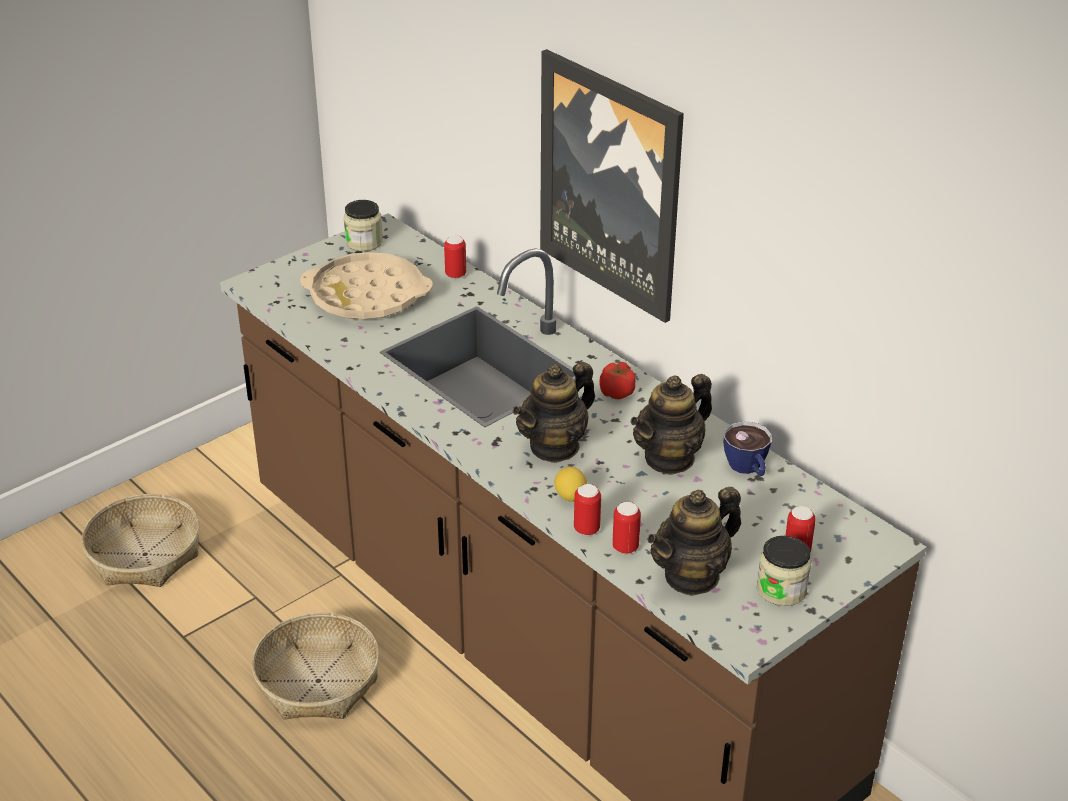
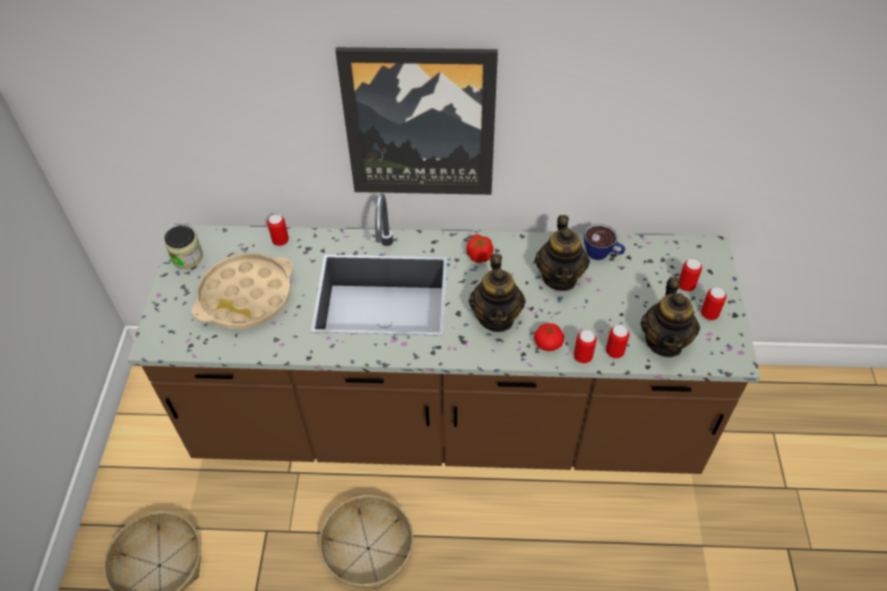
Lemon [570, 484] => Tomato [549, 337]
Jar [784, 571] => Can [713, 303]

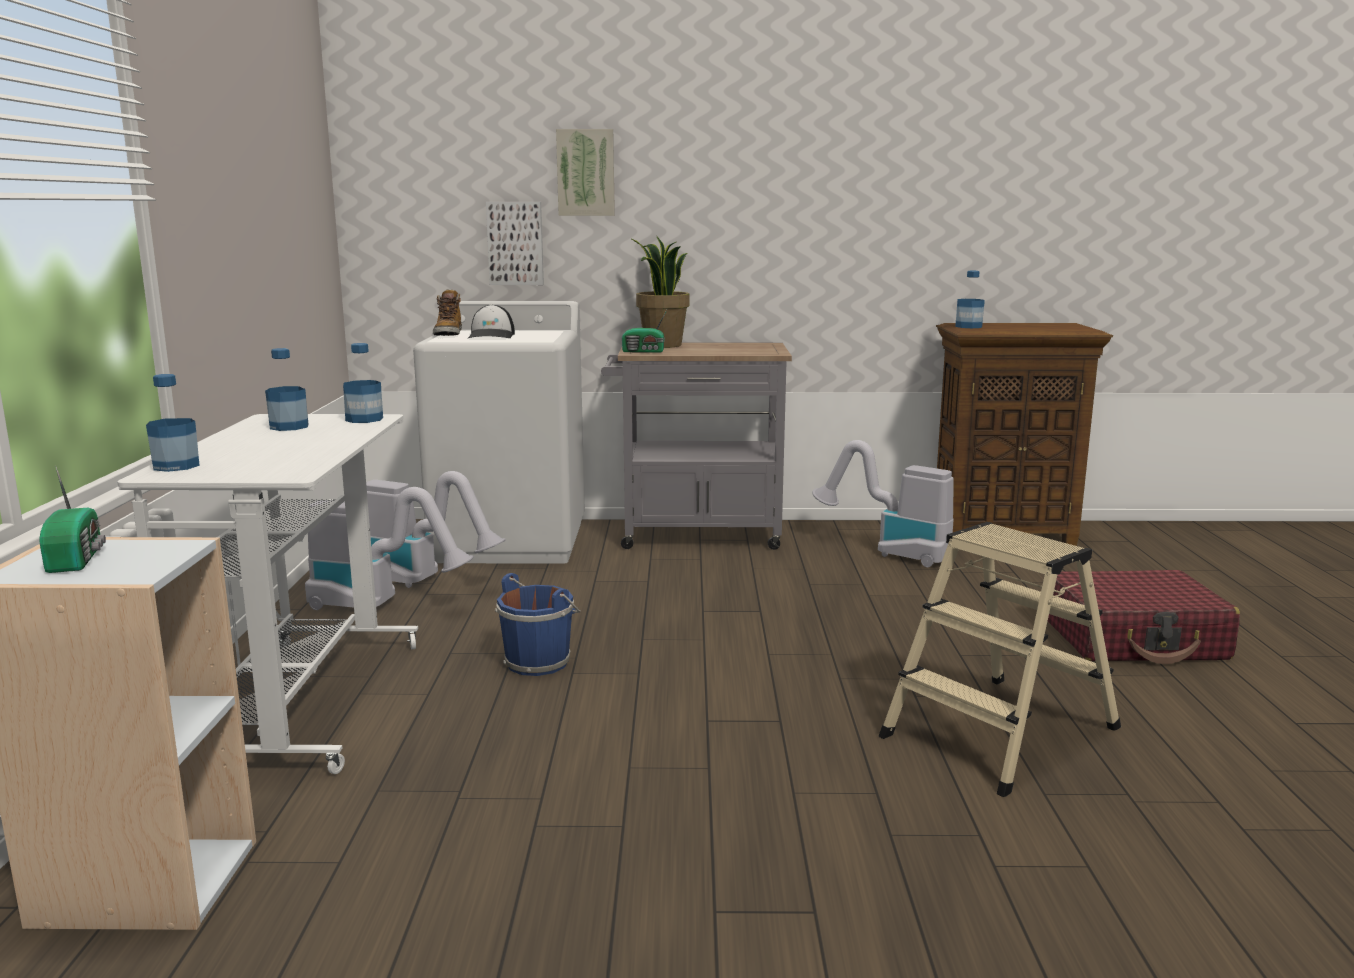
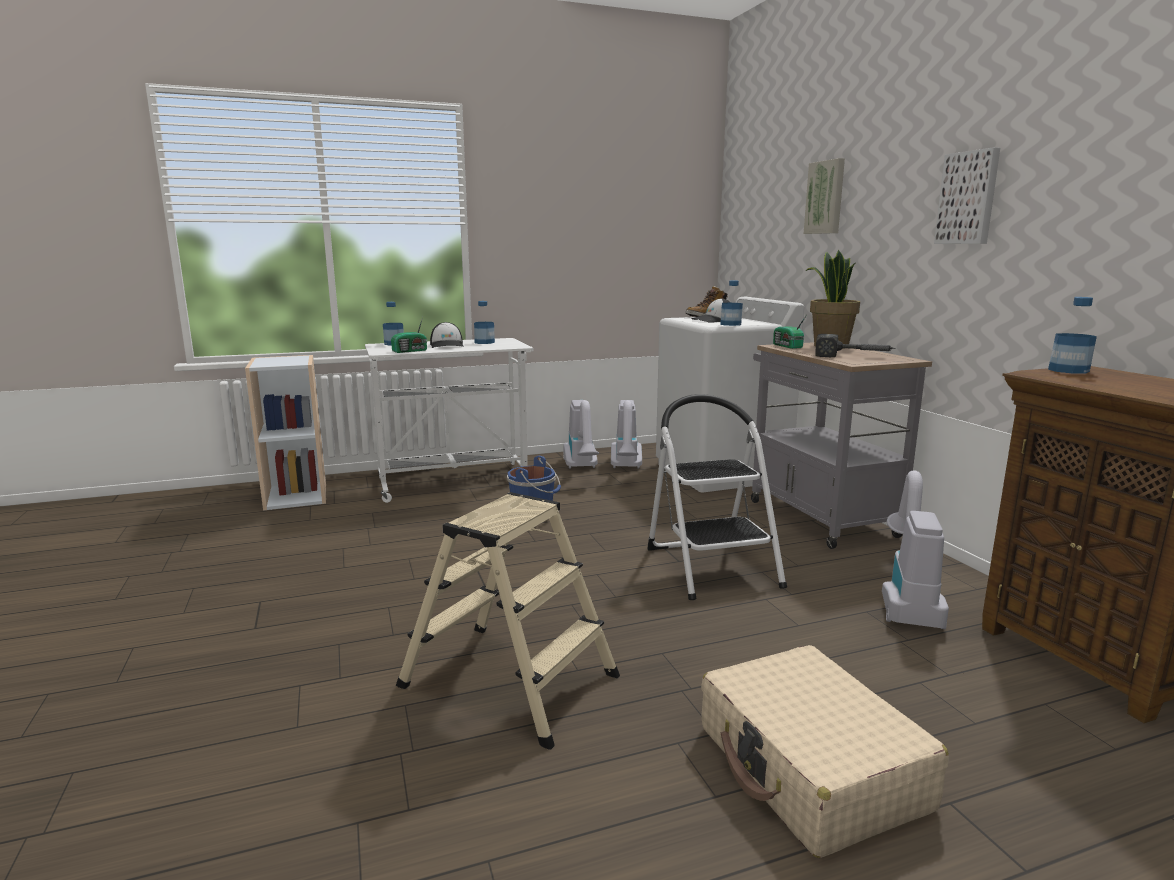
nothing => Cap [447, 335]
nothing => StepLadder [717, 497]
nothing => Hammer [855, 345]
Radio [72, 519] => Radio [409, 335], relocated
Bottle [363, 383] => Bottle [731, 303], relocated
Picture [515, 243] => Picture [967, 195], relocated
RedSuitcase [1144, 617] => BeigeSuitcase [825, 751]

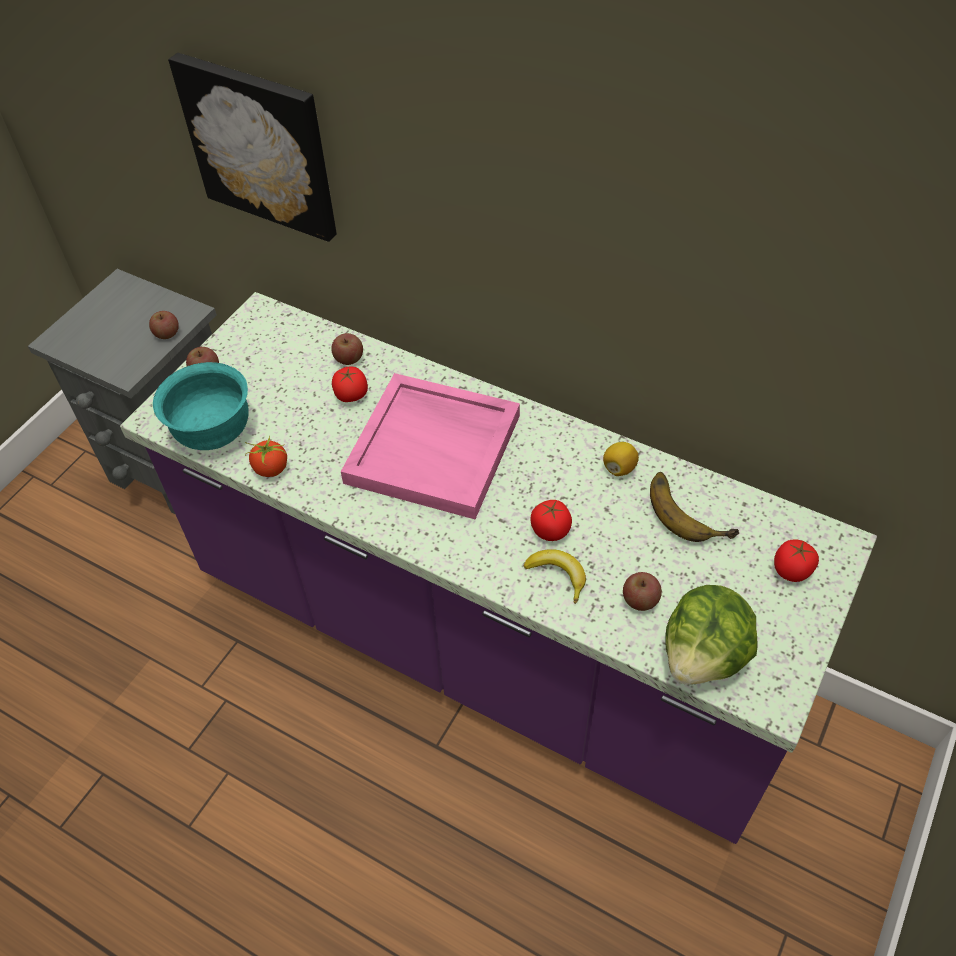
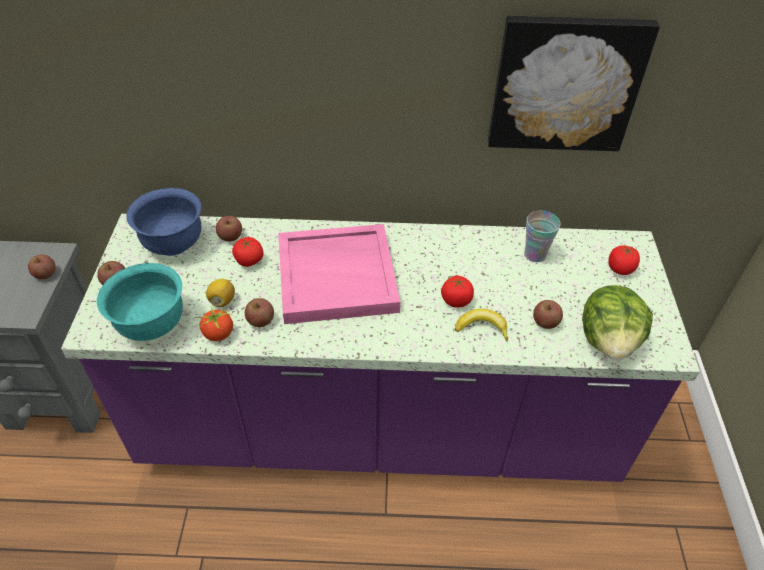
nothing => BlueBowl [163, 222]
nothing => Apple [259, 312]
Picture [252, 147] => Picture [574, 83], relocated
Lemon [621, 459] => Lemon [220, 293], relocated
Banana [694, 507] => Cup [542, 236]

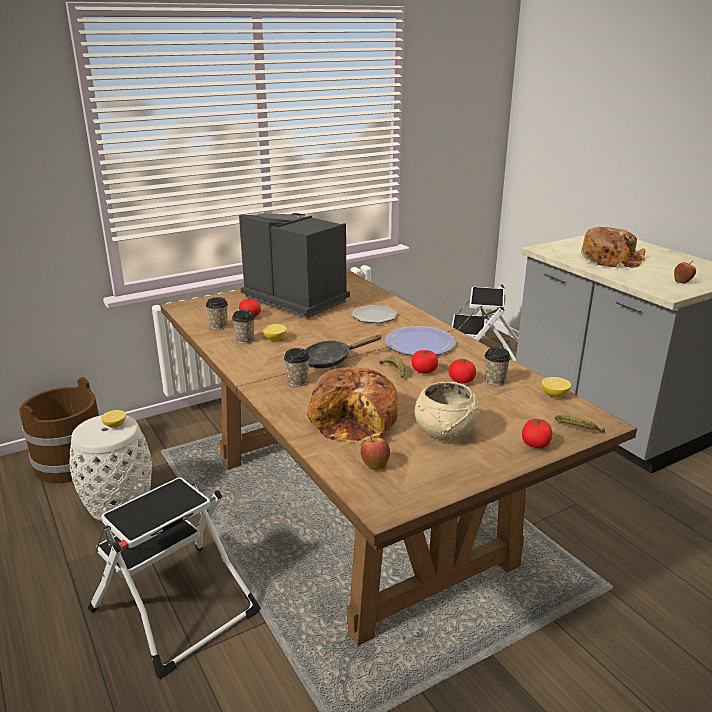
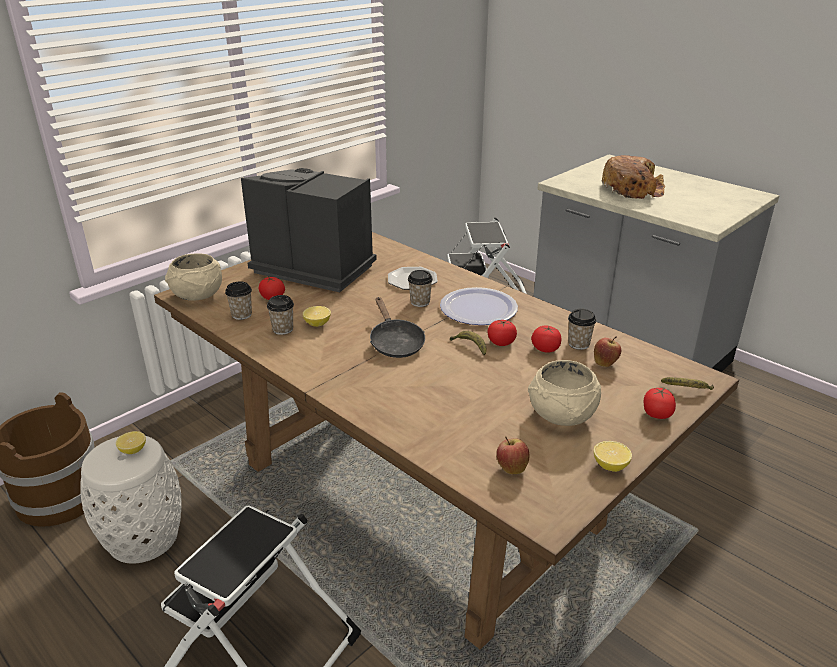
Bread [352, 405] => nothing
nothing => BeigeBowl [193, 277]
Cup [297, 367] => Cup [420, 288], relocated
Lemon [556, 387] => Lemon [613, 456], relocated
Apple [685, 272] => Apple [607, 352], relocated
BlackFryingPan [343, 351] => BlackFryingPan [397, 327], 75 degrees counterclockwise

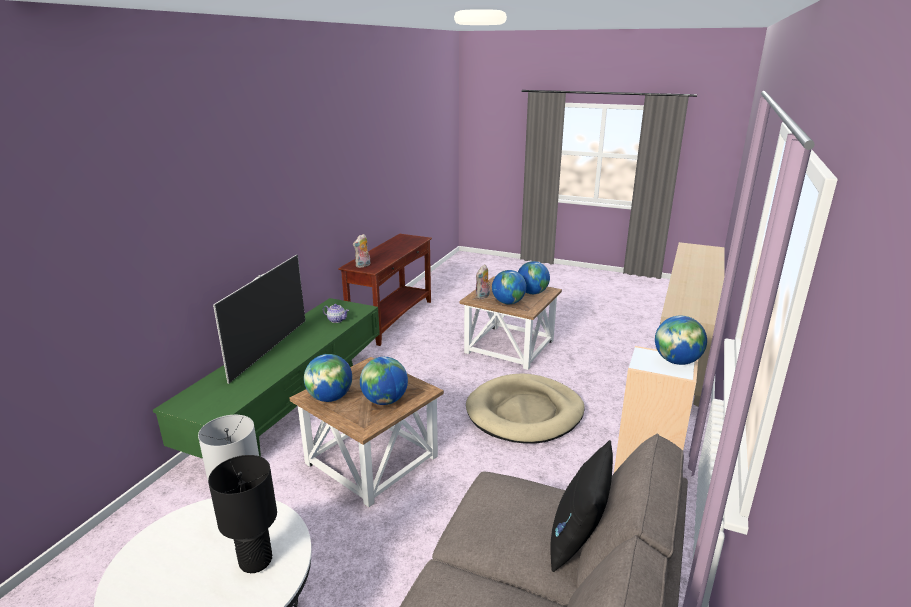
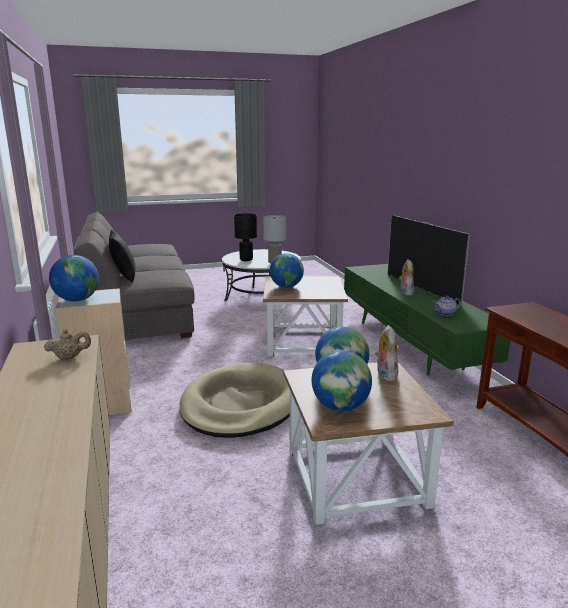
Globe [328, 378] => nothing
nothing => BeigeTeapot [67, 344]
PlushToy [362, 251] => PlushToy [406, 277], relocated

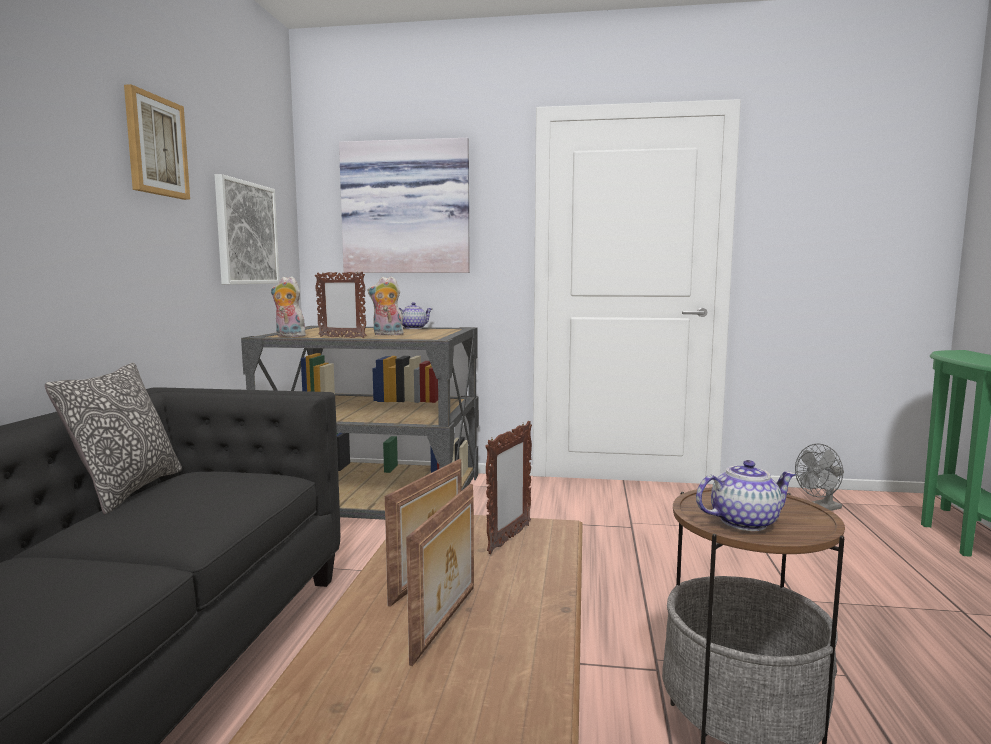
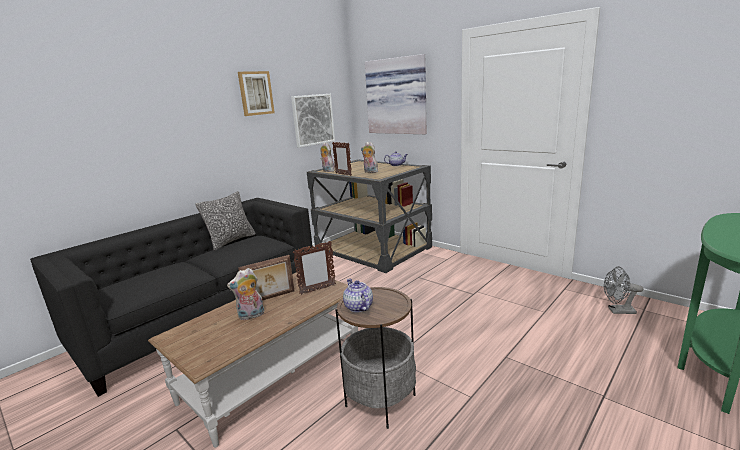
PictureFrame [440, 575] => PlushToy [245, 294]
Teapot [746, 495] => Teapot [358, 296], 135 degrees counterclockwise

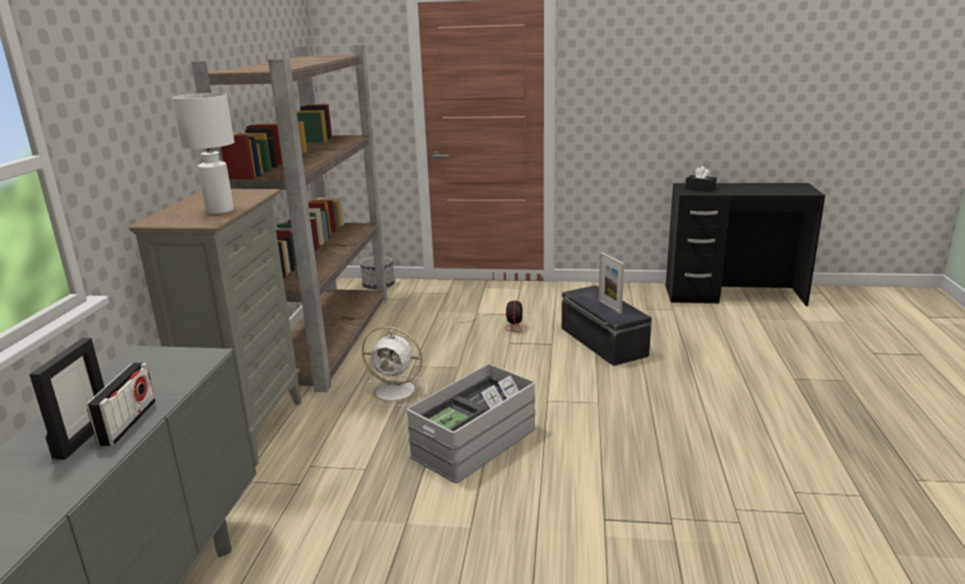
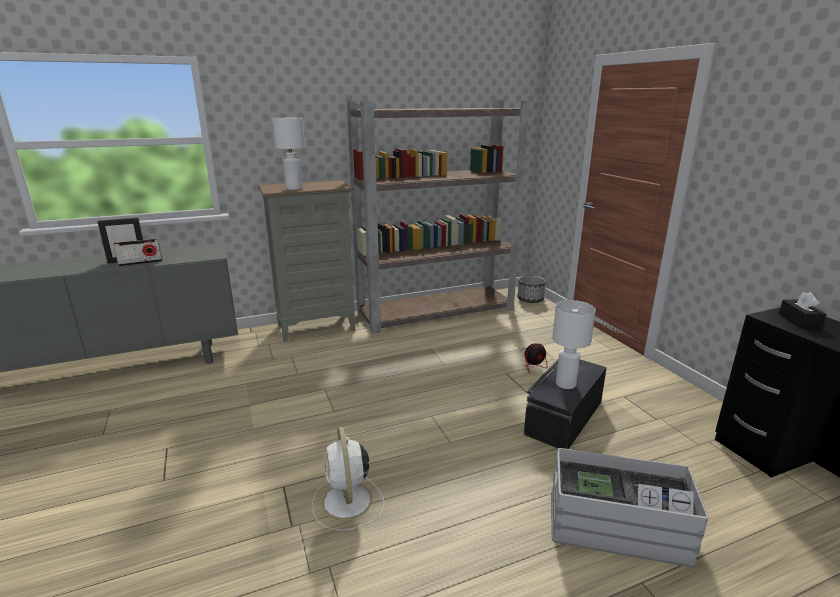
WhiteFan [394, 366] => WhiteFan [348, 478], relocated
GreyStorageBox [471, 423] => GreyStorageBox [629, 508], relocated
PictureFrame [611, 283] => WhiteTableLamp [574, 344]

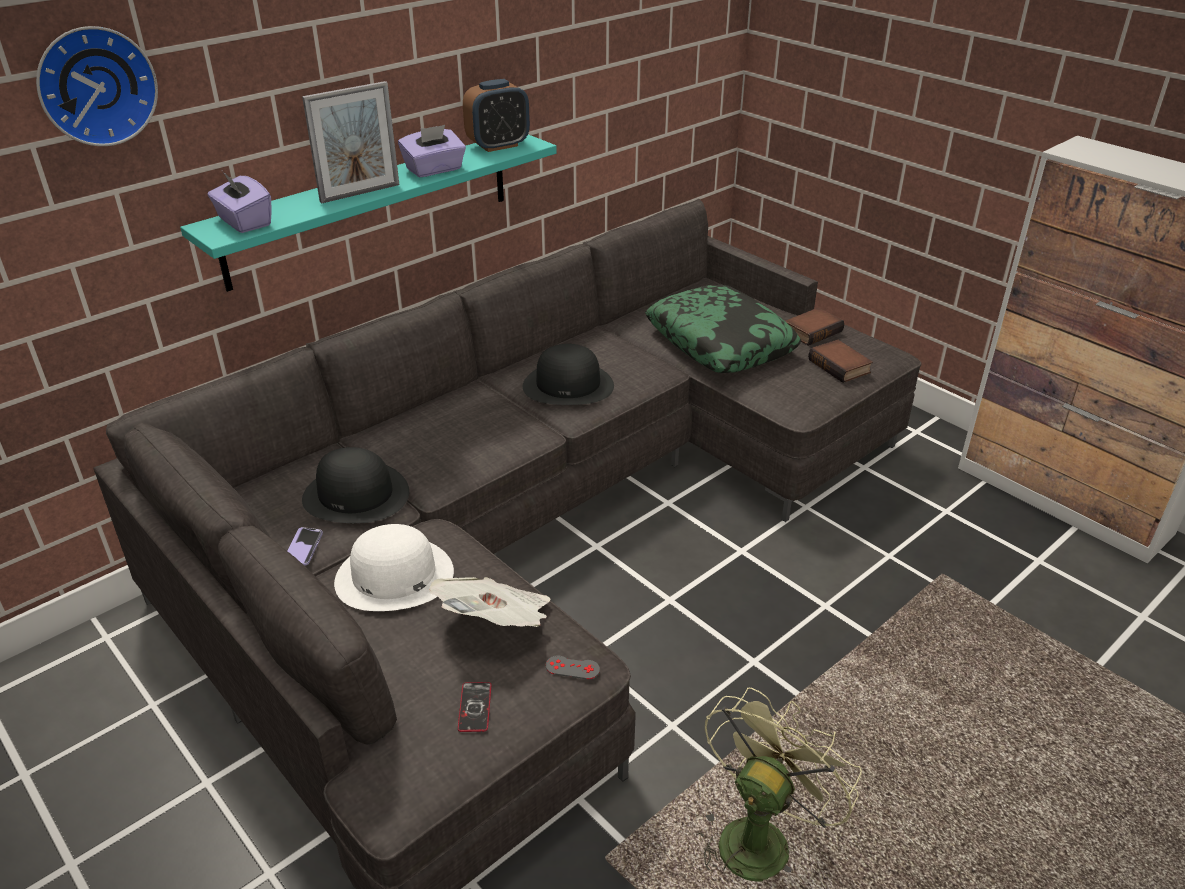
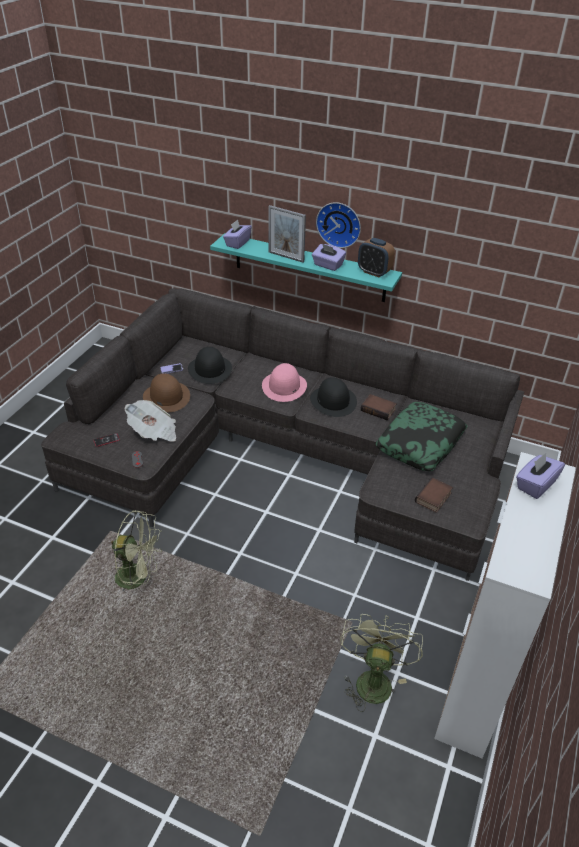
nothing => PinkHat [284, 382]
nothing => GreenFan [381, 663]
nothing => PurpleTissueBox [540, 476]
WallClock [97, 86] => WallClock [338, 225], relocated
Book [814, 326] => Book [379, 407], relocated
WhiteHat [394, 567] => BrownHat [166, 392]

